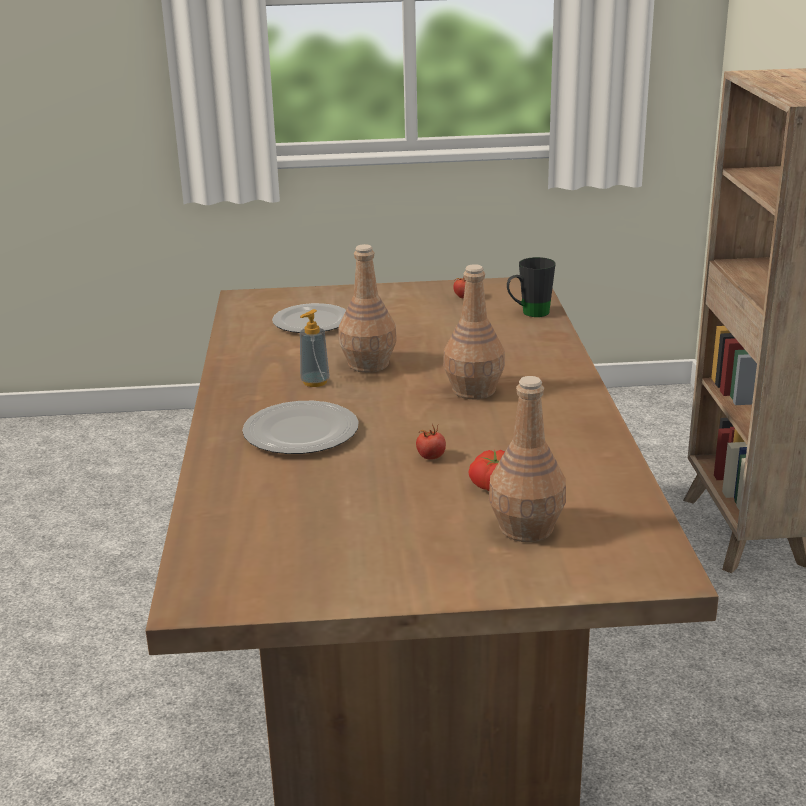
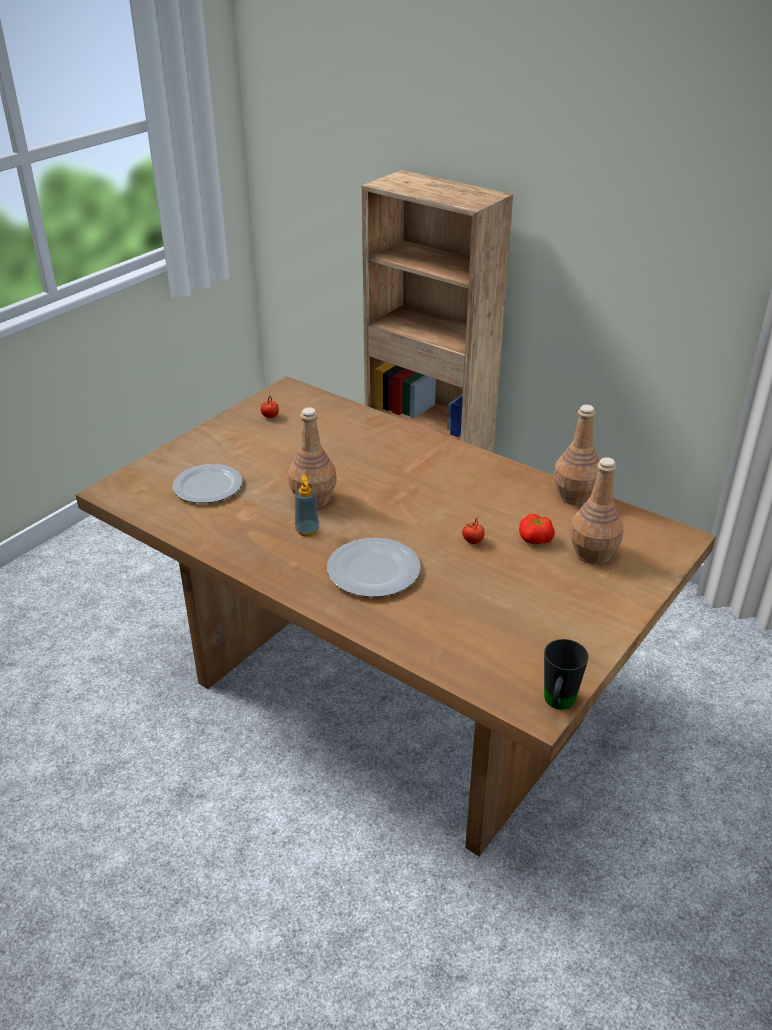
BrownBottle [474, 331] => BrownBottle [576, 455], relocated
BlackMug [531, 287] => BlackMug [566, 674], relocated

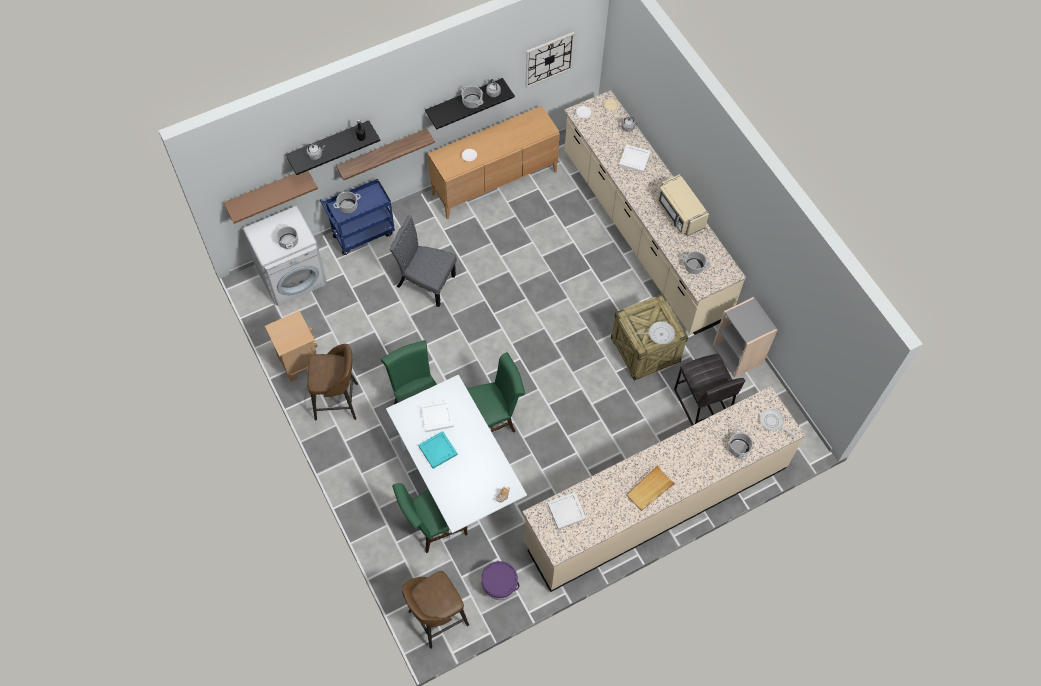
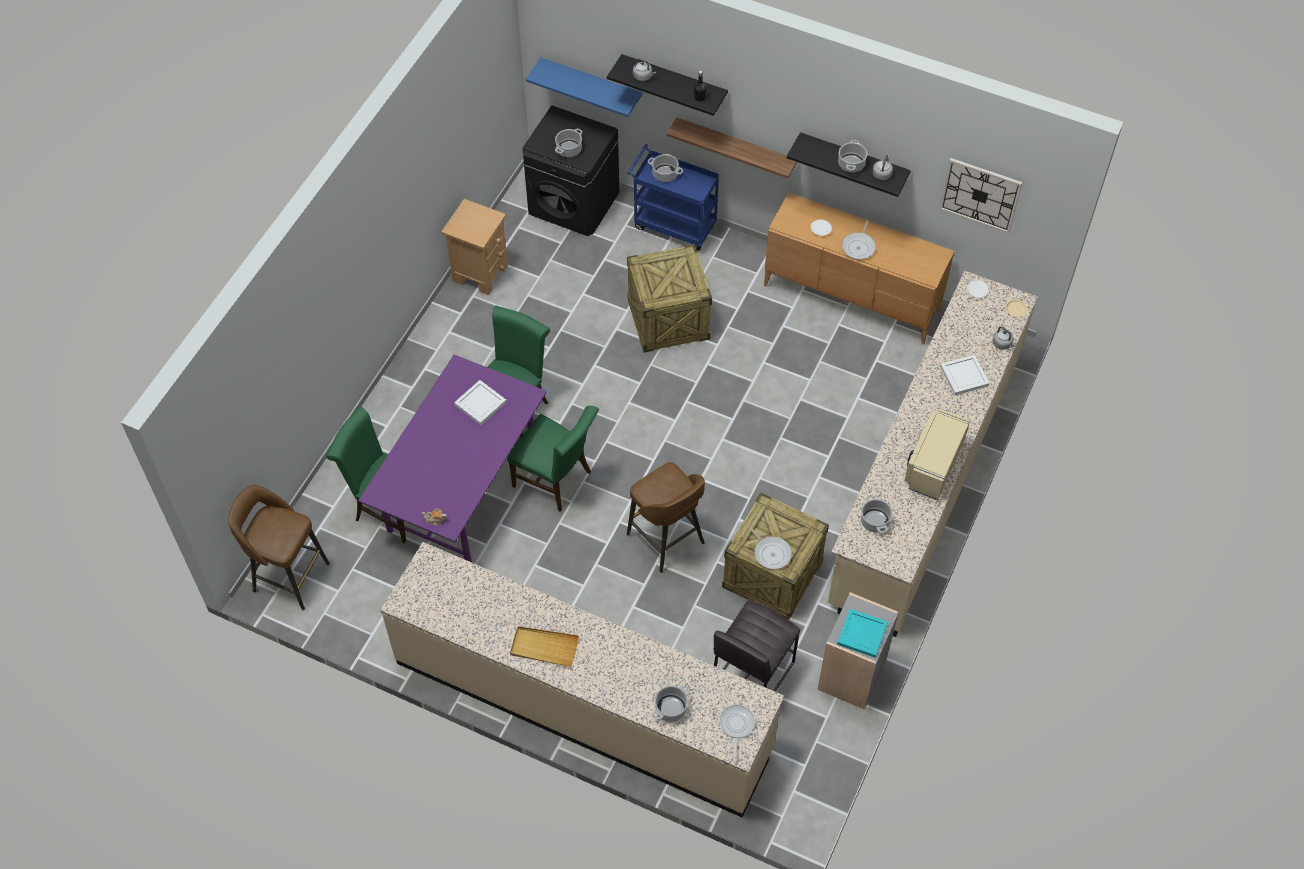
PurpleBucket [500, 580] => nothing
WhiteTray [566, 511] => nothing
nothing => FryingPan [859, 239]
BrownStool [332, 382] => BrownStool [666, 517], relocated
TurquoiseTray [438, 450] => TurquoiseTray [862, 633], relocated
GreyChair [423, 261] => Crate [669, 298]
BrownShelf [271, 197] => BlueShelf [584, 87]
WhiteWashingMachine [285, 256] => BlackWashingMachine [571, 171]
WhiteDiningTable [456, 457] => PurpleDiningTable [453, 458]

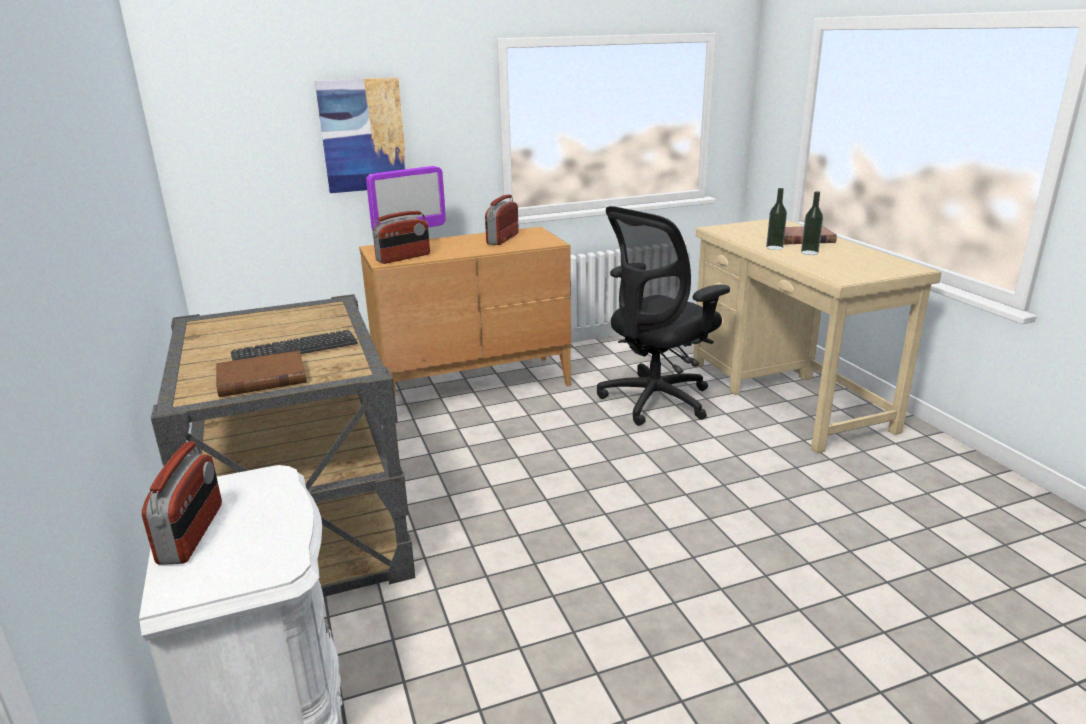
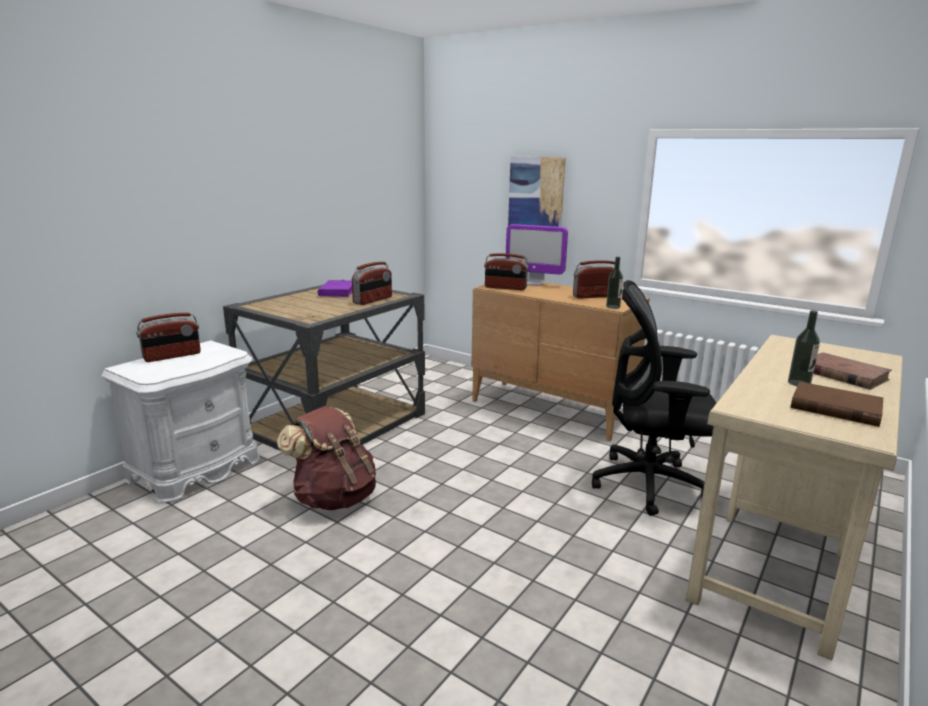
Keyboard [294, 345] => nothing
nothing => BrownBackpack [326, 458]
nothing => PurpleBook [334, 288]
nothing => Radio [372, 283]
BrownBook [261, 373] => BrownBook [837, 404], relocated
Bottle [776, 219] => Bottle [614, 283], relocated

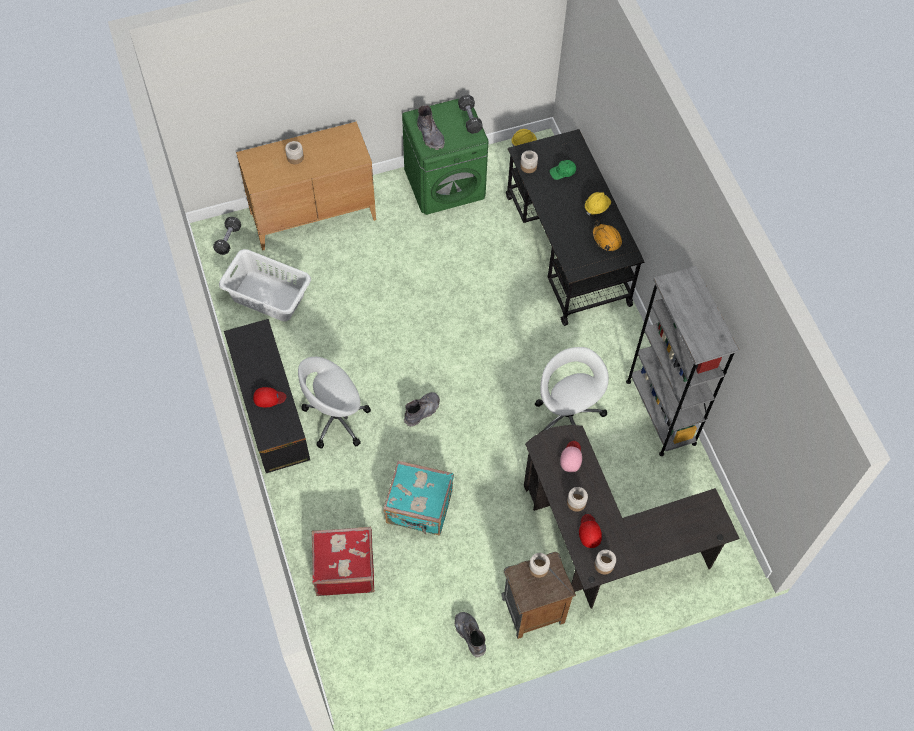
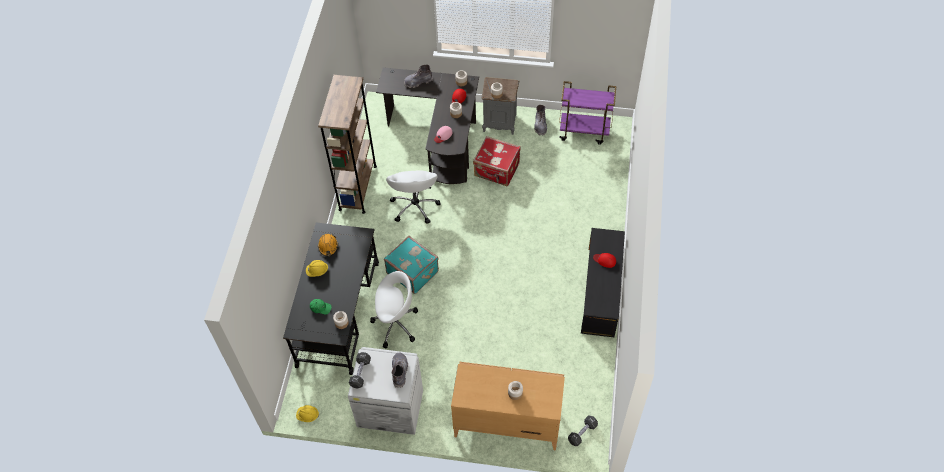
WhiteLaundryBasket [265, 285] => nothing
nothing => PurpleCart [587, 113]
WhiteOfficeChair [334, 403] => WhiteOfficeChair [394, 309], relocated
RedSuitcase [343, 561] => RedSuitcase [497, 161], relocated
TurquoiseSuitcase [418, 498] => TurquoiseSuitcase [411, 265], relocated
GreyBoot [422, 409] => GreyBoot [418, 76], relocated
GreenWashingMachine [445, 156] => WhiteWashingMachine [385, 391]
GreyBookcase [682, 361] => BrownBookcase [347, 144]

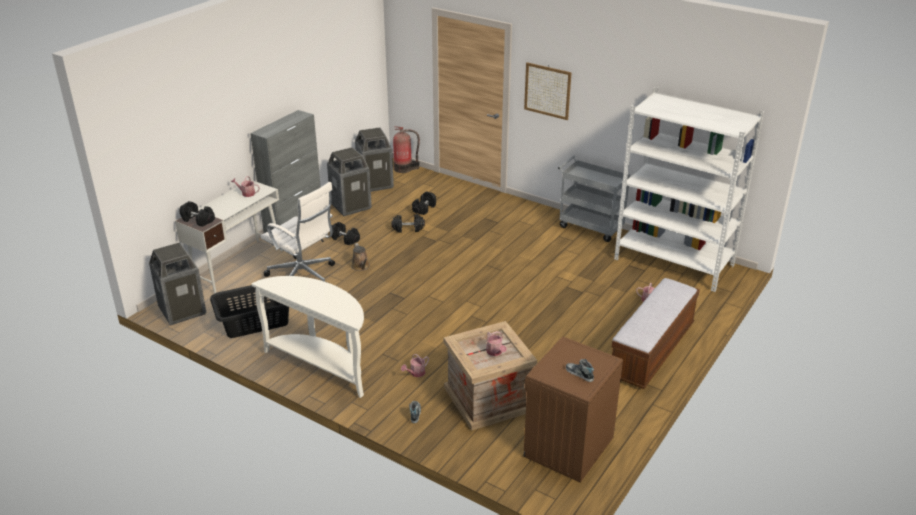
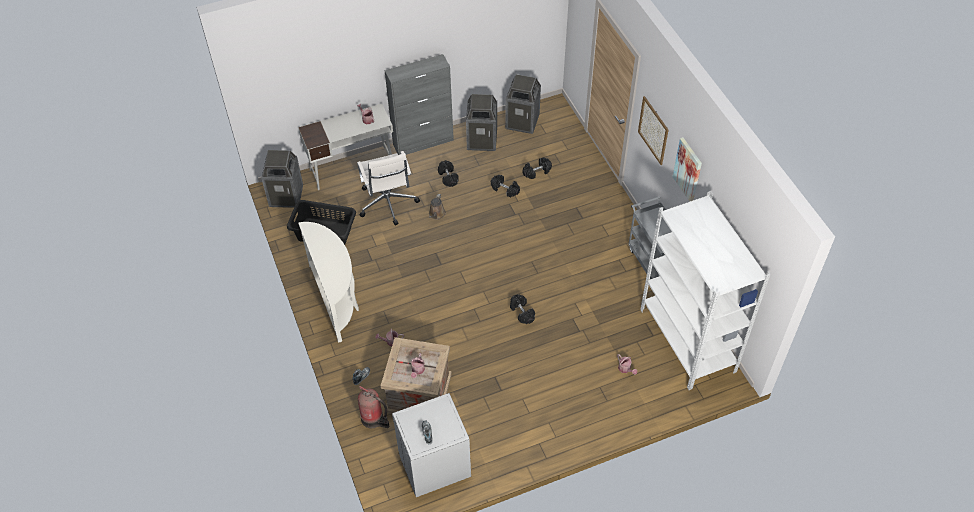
Bench [656, 333] => nothing
nothing => Picture [687, 169]
BlackDumbbell [197, 214] => BlackDumbbell [522, 309], relocated
FireExtinguisher [406, 149] => FireExtinguisher [373, 407], relocated
BrownWashingMachine [573, 409] => WhiteWashingMachine [431, 445]

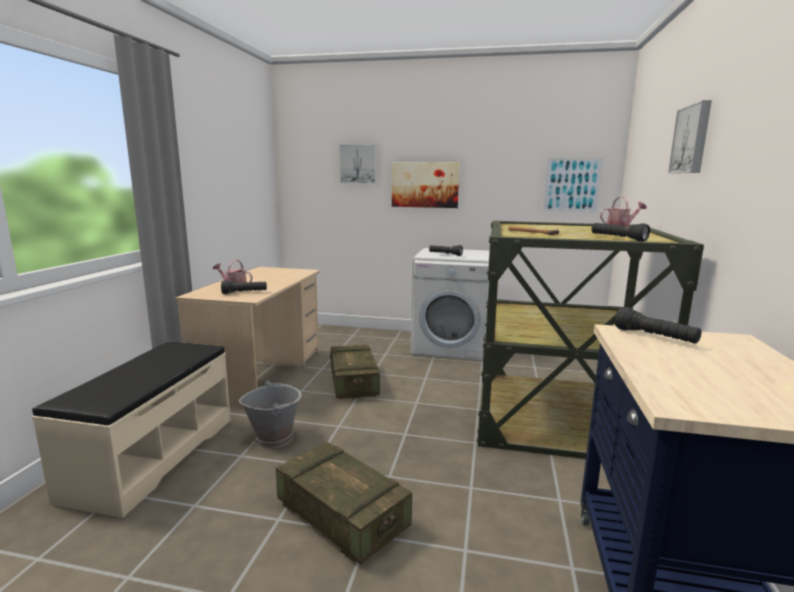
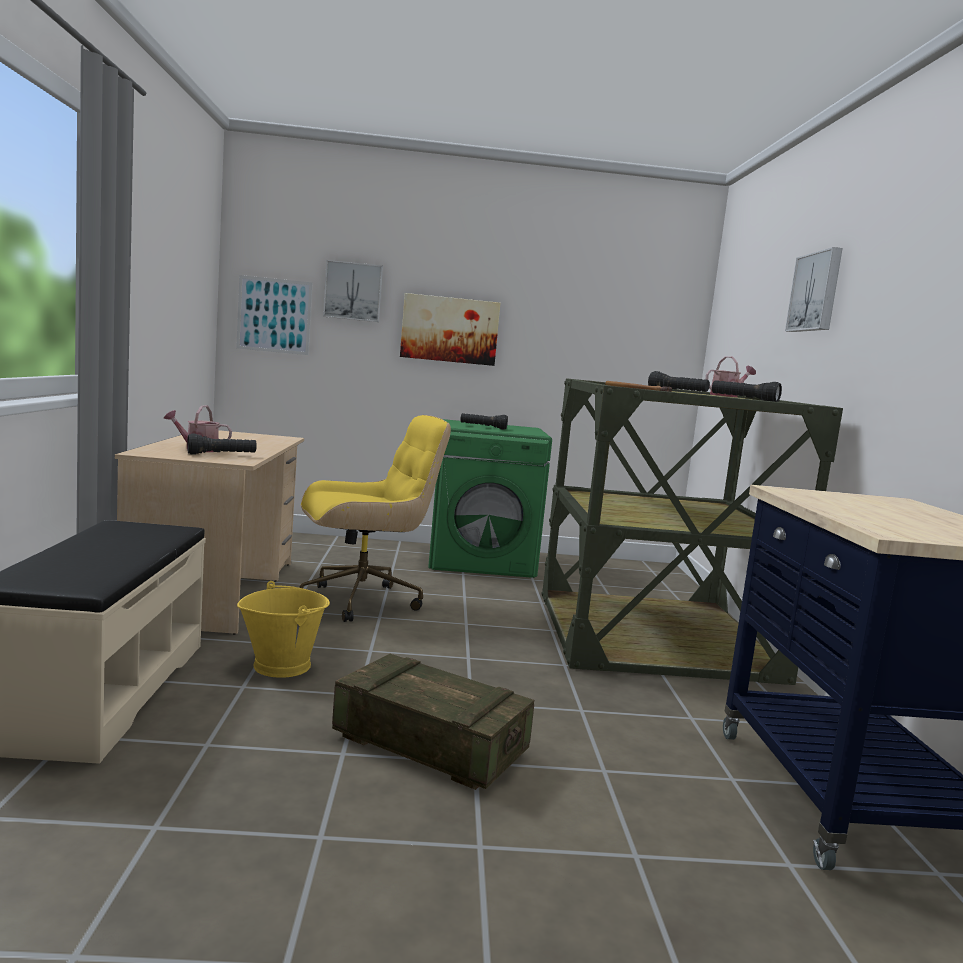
Picture [572, 185] => Picture [274, 315], relocated
BlackFlashlight [658, 325] => BlackFlashlight [679, 381], relocated
Crate [355, 371] => YellowOfficeChair [375, 518]
GreyBucket [270, 414] => YellowBucket [283, 629]
WhiteWashingMachine [450, 304] => GreenWashingMachine [490, 498]

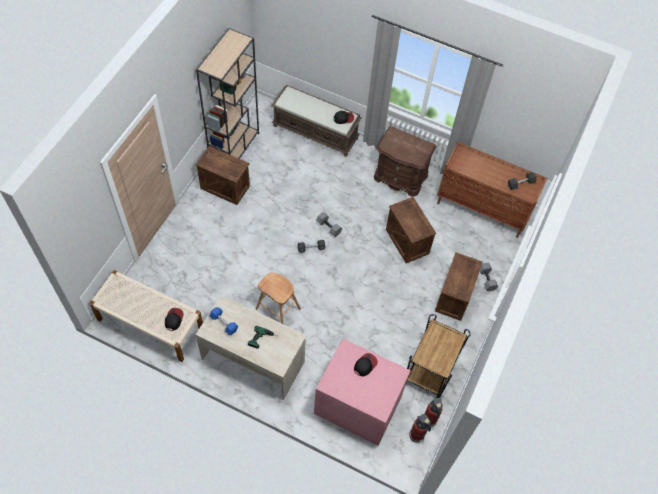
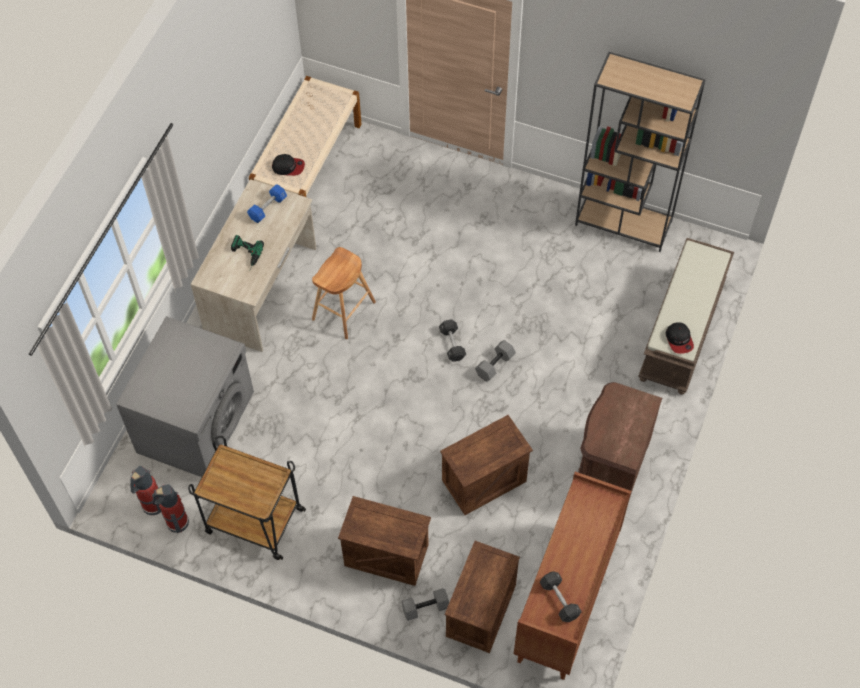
Cap [366, 364] => nothing
Crate [223, 175] => Crate [482, 597], relocated
PinkWashingMachine [362, 392] => GreyWashingMachine [185, 396]

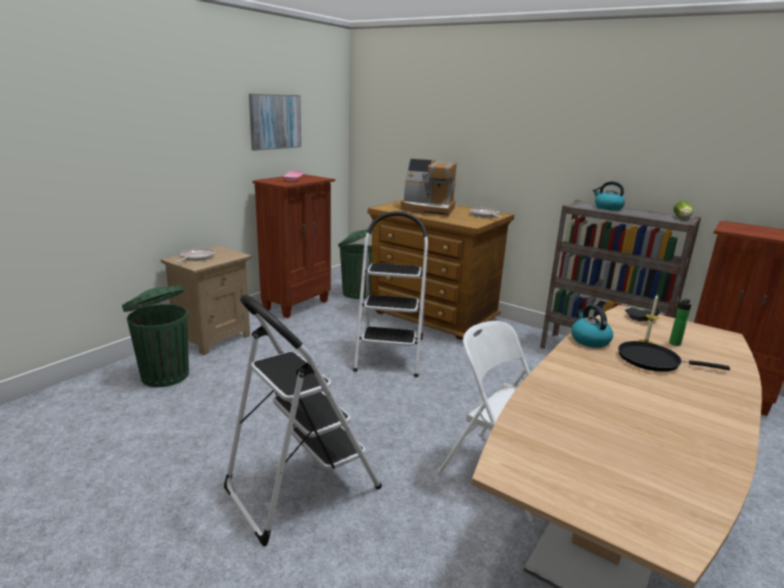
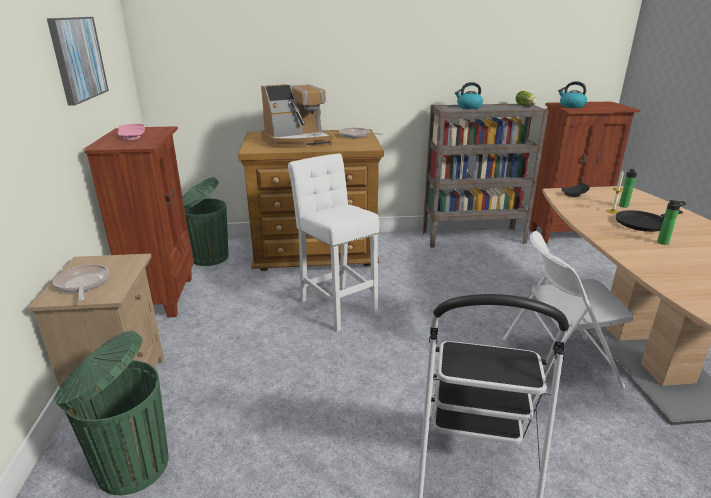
nothing => Bottle [671, 222]
Kettle [592, 326] => Kettle [572, 94], relocated
StepLadder [390, 294] => WhiteStool [333, 242]

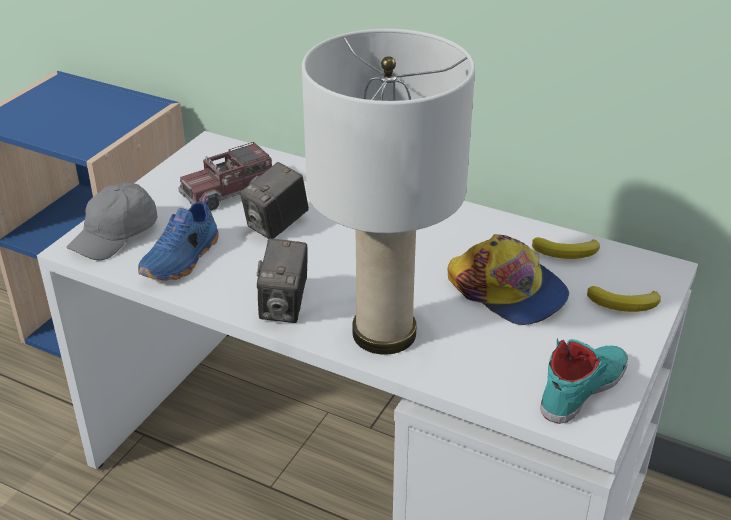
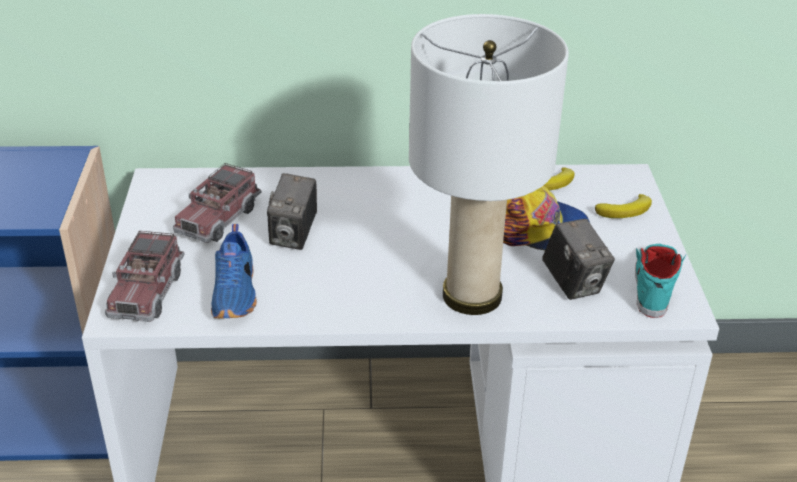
PhotoCamera [282, 280] => PhotoCamera [578, 259], relocated
GreyCap [111, 221] => ToyTruck [144, 276]

